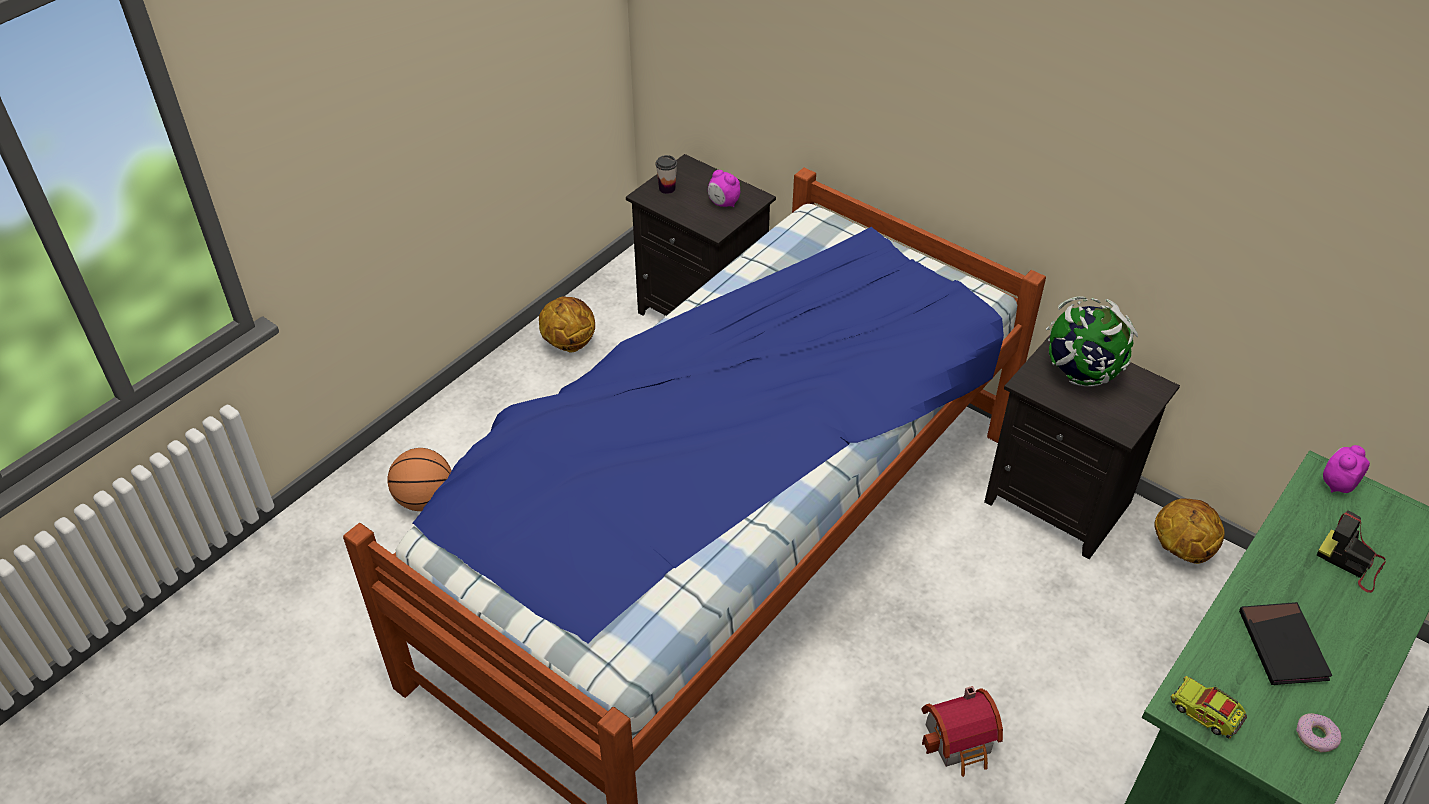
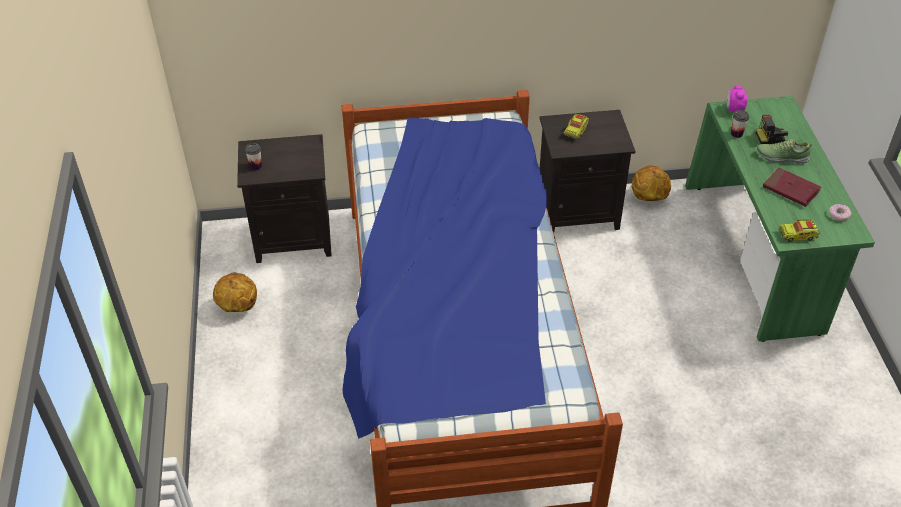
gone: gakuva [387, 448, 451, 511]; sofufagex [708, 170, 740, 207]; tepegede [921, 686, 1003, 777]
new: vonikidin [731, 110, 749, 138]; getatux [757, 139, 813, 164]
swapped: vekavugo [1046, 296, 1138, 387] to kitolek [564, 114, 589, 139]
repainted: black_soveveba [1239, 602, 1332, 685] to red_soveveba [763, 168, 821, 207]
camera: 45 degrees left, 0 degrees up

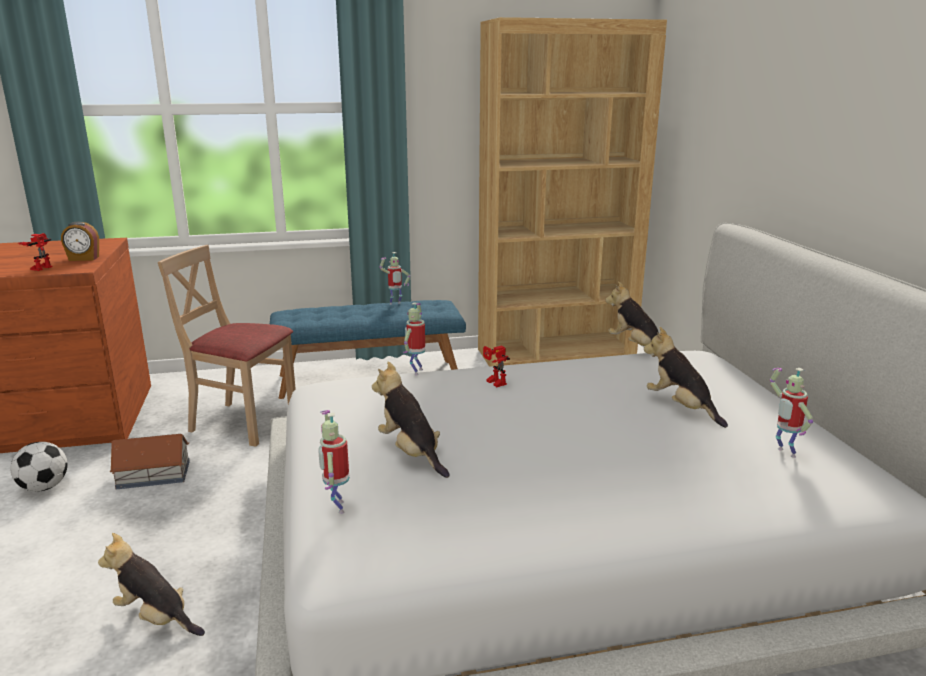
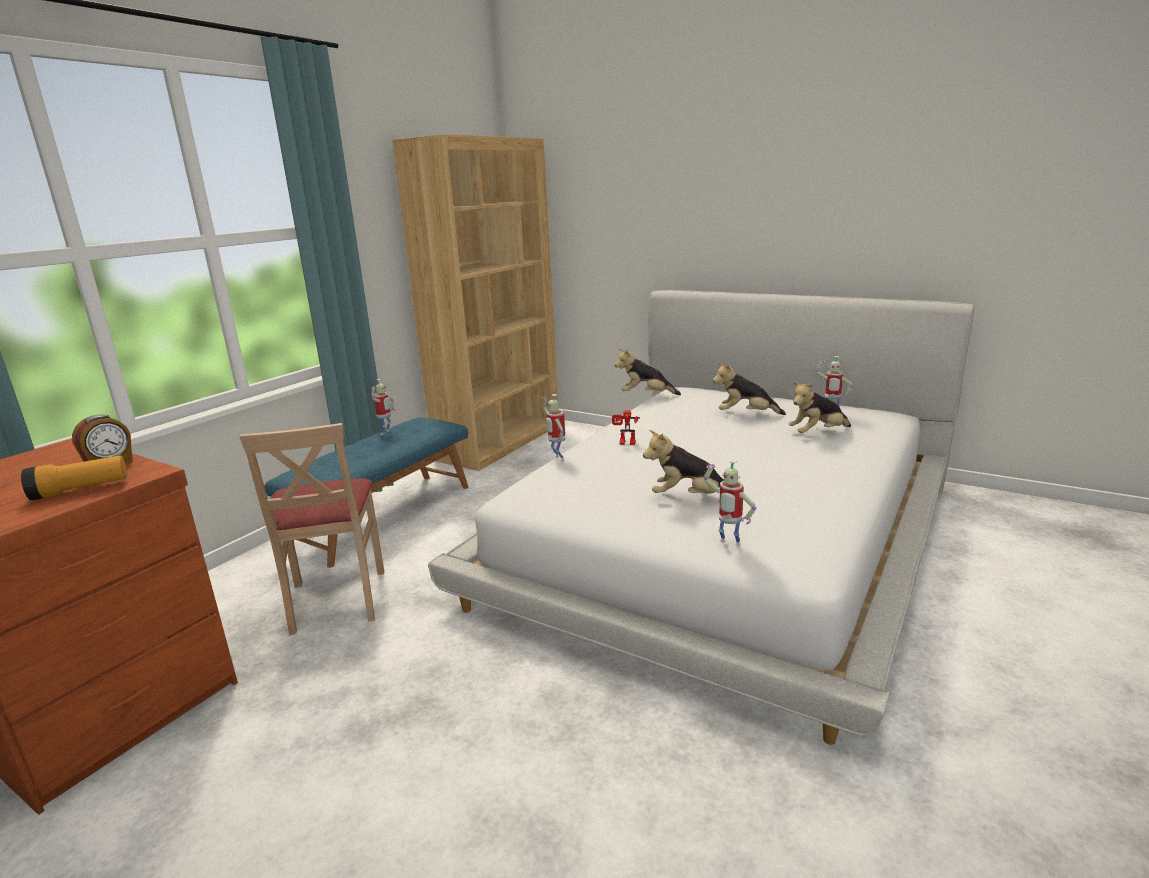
gone: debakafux [10, 442, 67, 492]; tepegede [110, 434, 190, 490]
shifted: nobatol [98, 533, 205, 636] to [788, 381, 851, 433]
swapped: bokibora [18, 233, 53, 271] to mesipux [21, 455, 127, 500]
rotated: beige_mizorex [158, 245, 296, 447] = [239, 423, 384, 635] 75 degrees counterclockwise
camera: 45 degrees left, 0 degrees up

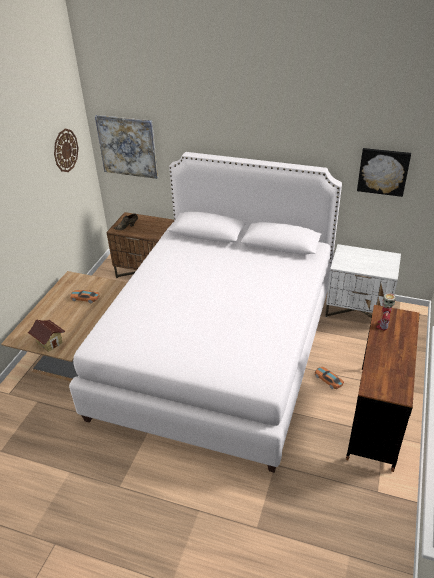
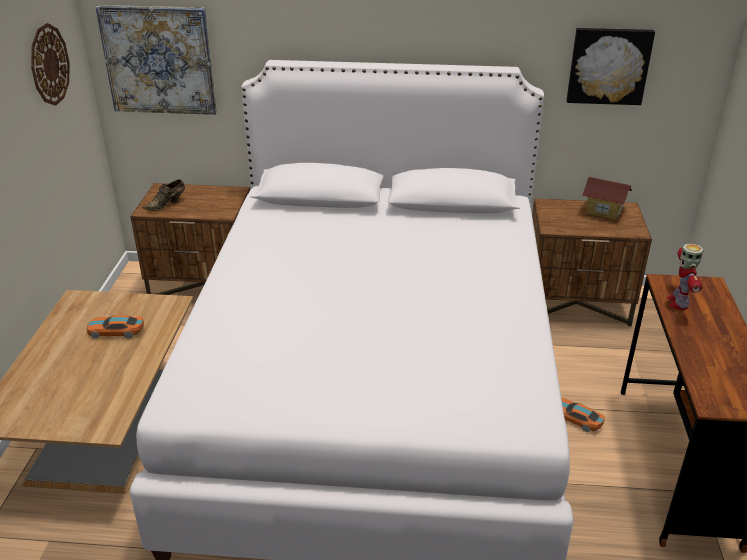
shifted: tepegede [27, 320, 65, 352] to [582, 177, 633, 220]
repainted: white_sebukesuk [325, 244, 401, 318] to brown_sebukesuk [532, 199, 652, 327]
camera: 15 degrees left, 5 degrees down

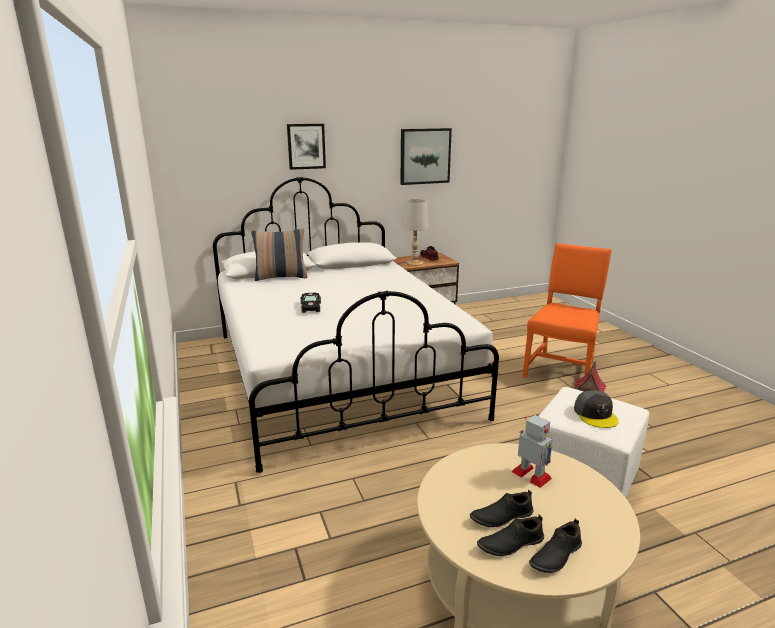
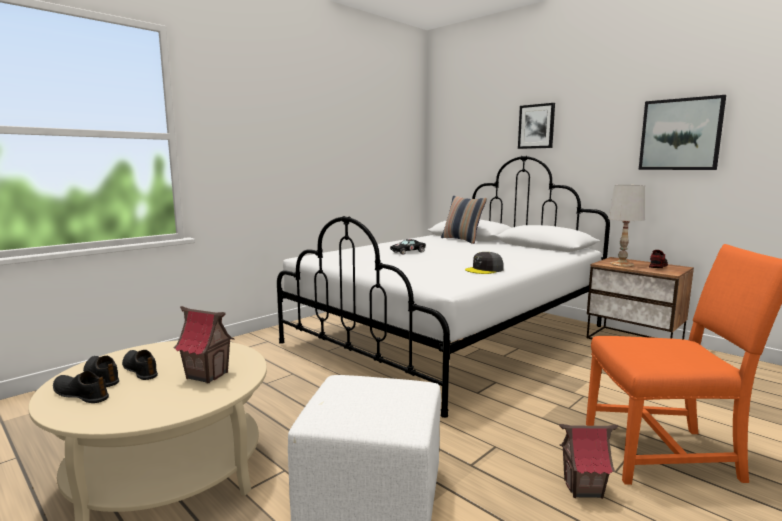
shifted: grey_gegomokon [574, 390, 619, 428] to [465, 252, 504, 274]
swapped: bokibora [512, 415, 553, 488] to tepegede [174, 306, 235, 383]
camera: 65 degrees right, 10 degrees down

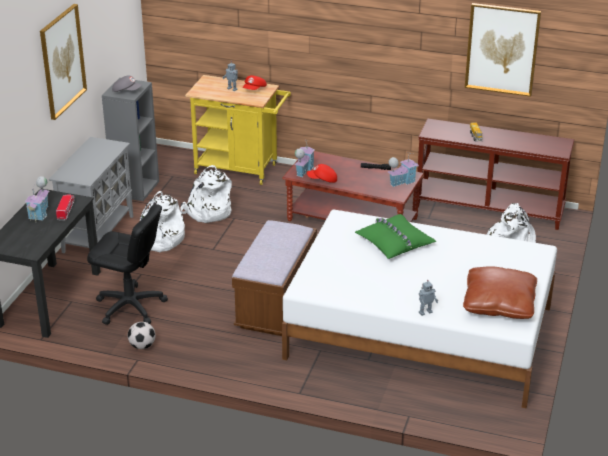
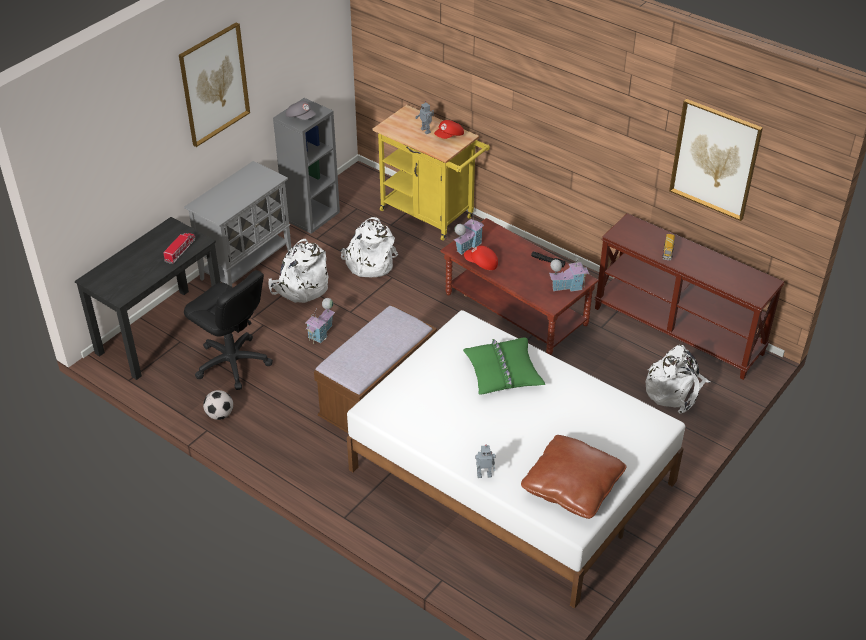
shifted: tepegede [25, 176, 49, 221] to [305, 298, 335, 344]
camera: 20 degrees right, 10 degrees up

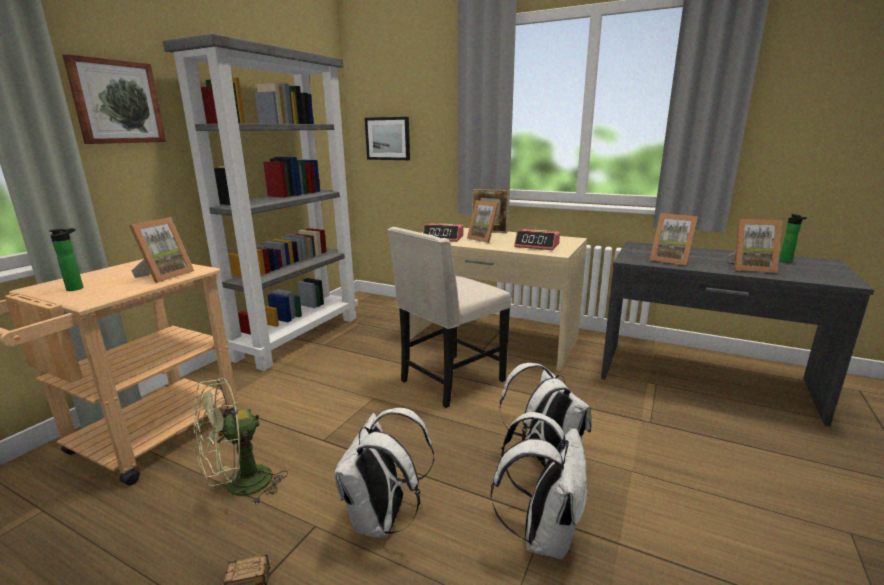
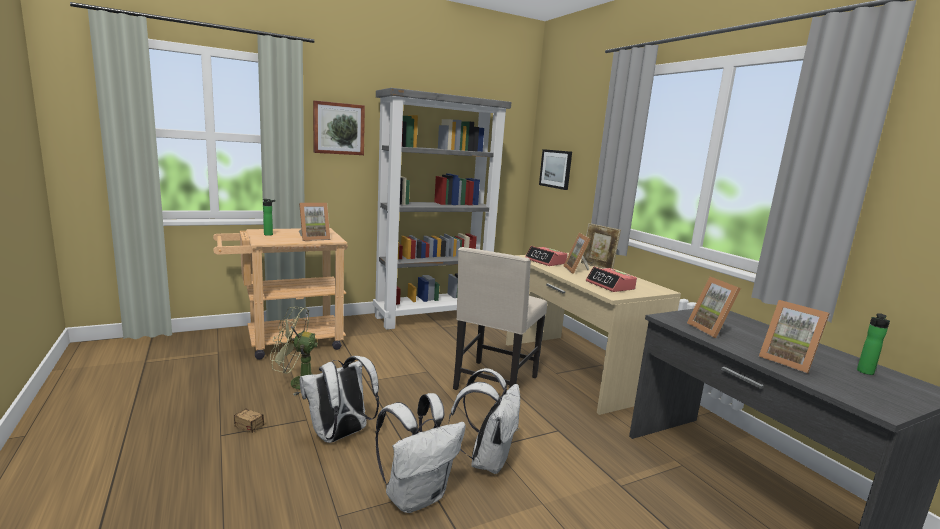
rotated: beige_mizorex [388, 227, 511, 408] = [453, 247, 547, 390] 60 degrees counterclockwise
camera: 35 degrees right, 5 degrees down

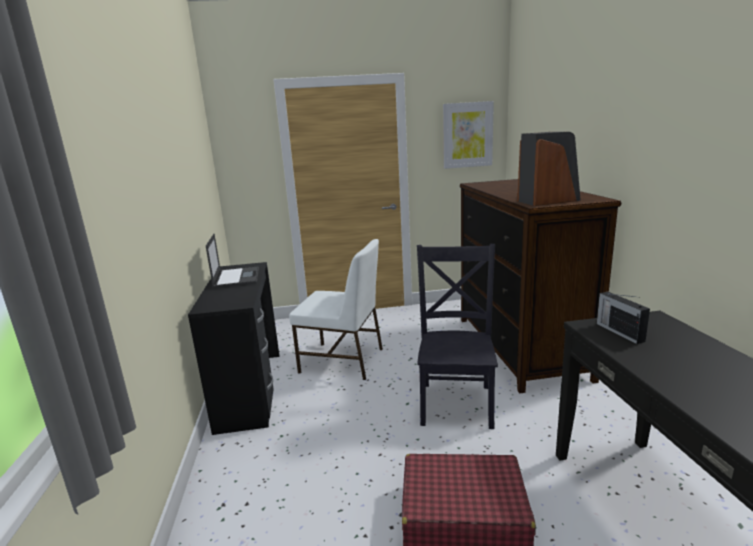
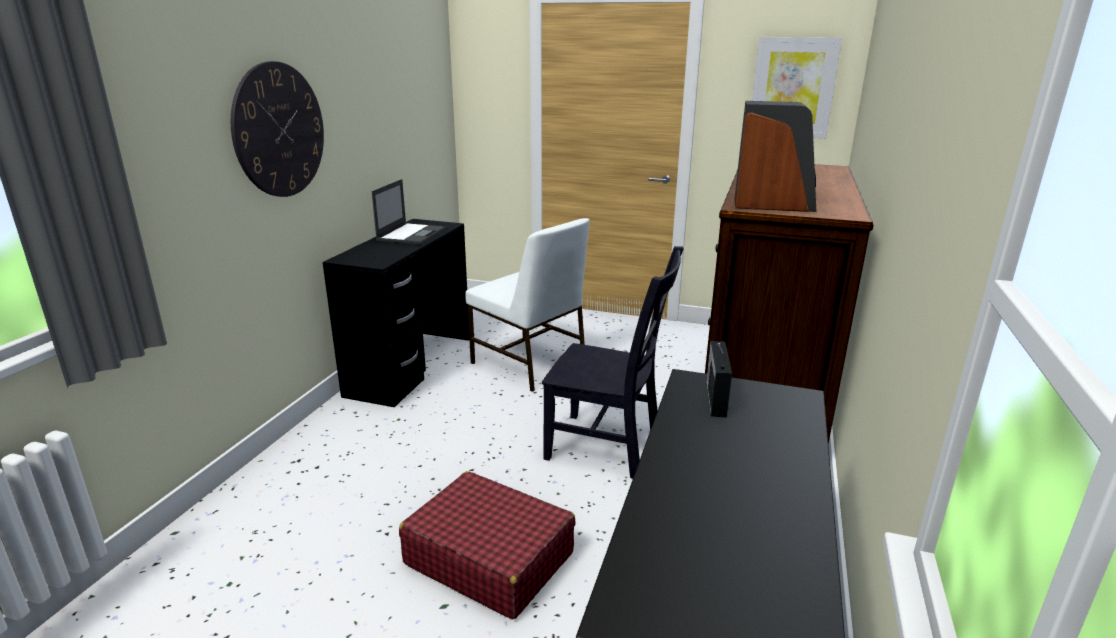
new: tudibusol [231, 61, 324, 197]
rotated: black_mizorex [417, 244, 498, 429] = [542, 246, 684, 479] 75 degrees clockwise
camera: 25 degrees right, 5 degrees up

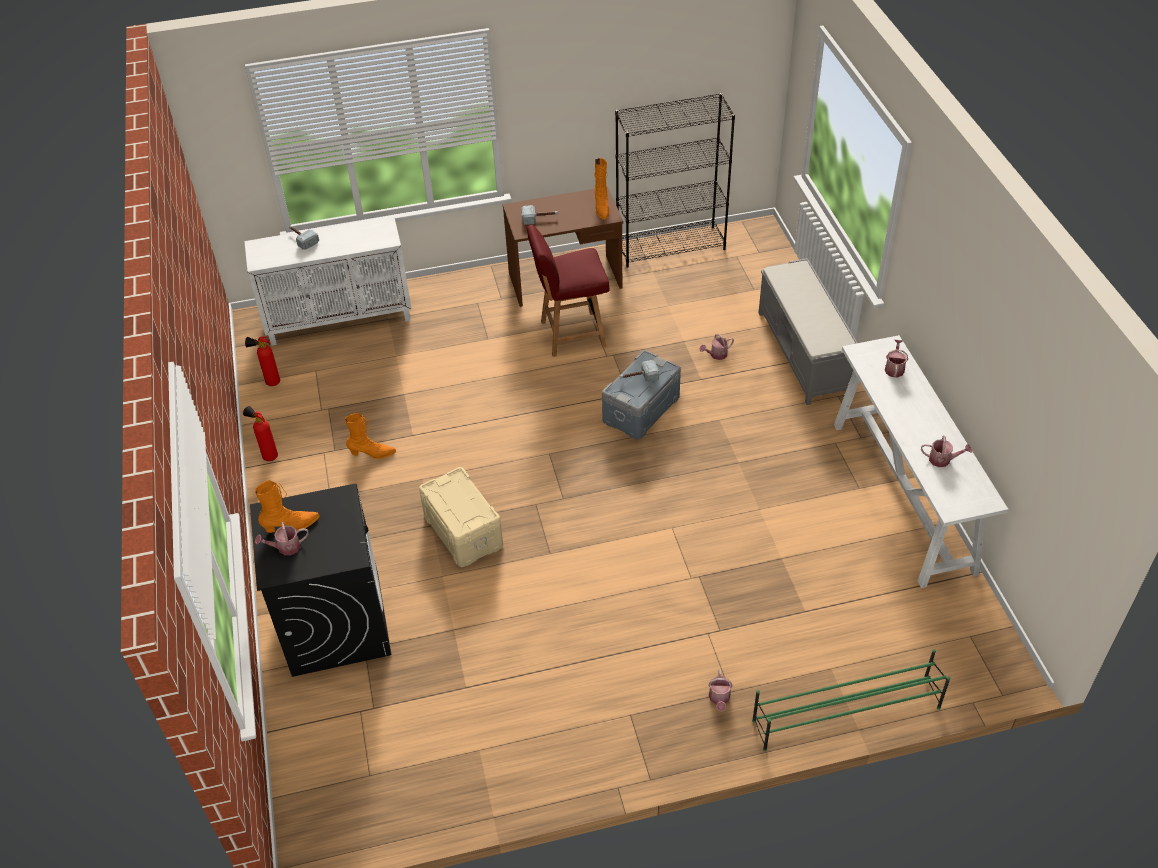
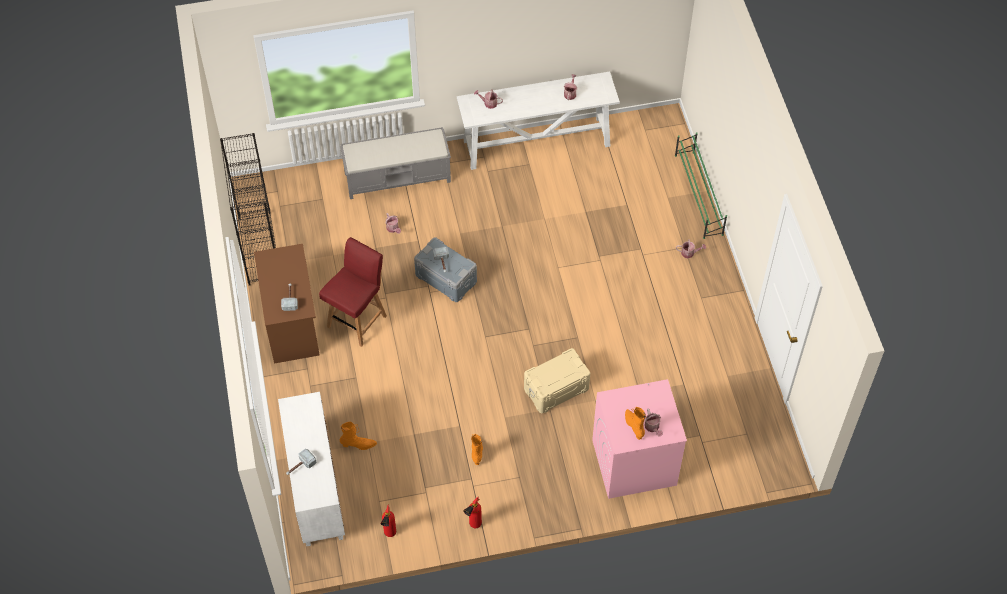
shifted: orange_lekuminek [594, 158, 610, 220] to [340, 422, 377, 450]
repainted: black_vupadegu [250, 484, 391, 677] to pink_vupadegu [592, 379, 687, 499]
rotated: red_mizorex [527, 225, 610, 357] = [319, 237, 387, 347] 135 degrees counterclockwise
camera: 90 degrees left, 10 degrees up

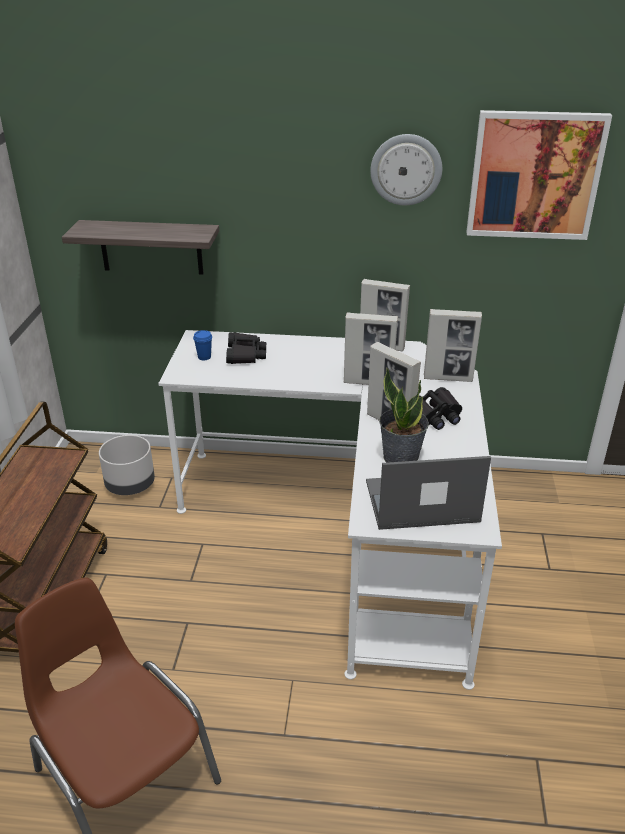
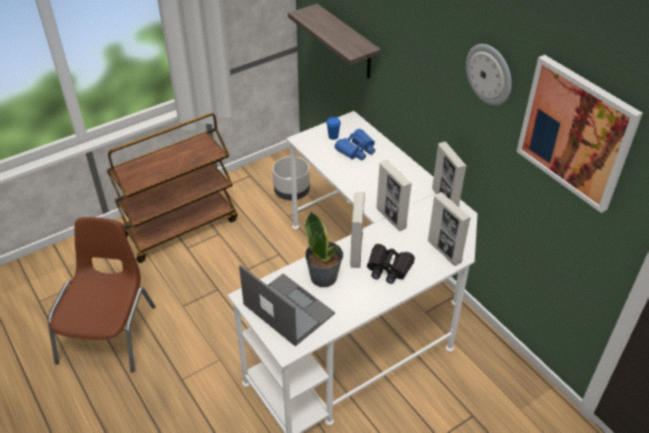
repainted: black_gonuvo [226, 332, 266, 364] to blue_gonuvo [334, 129, 375, 160]
camera: 50 degrees right, 10 degrees up

